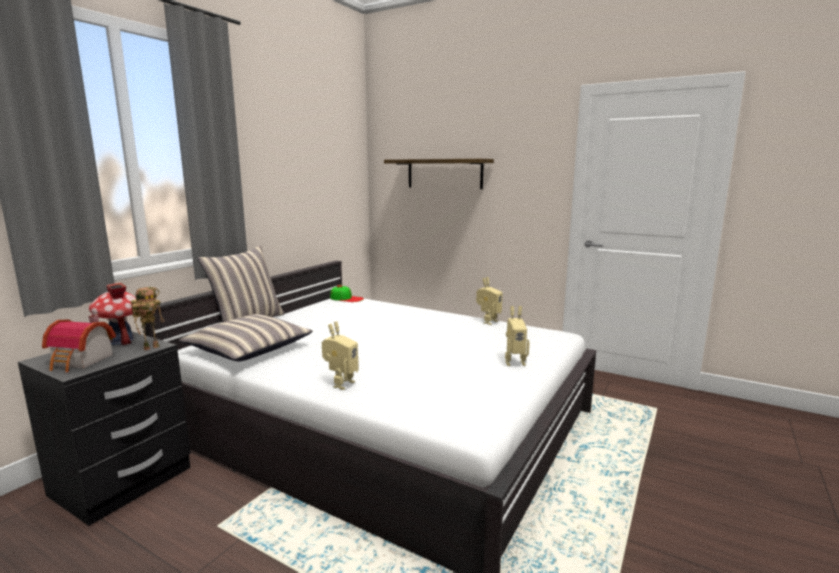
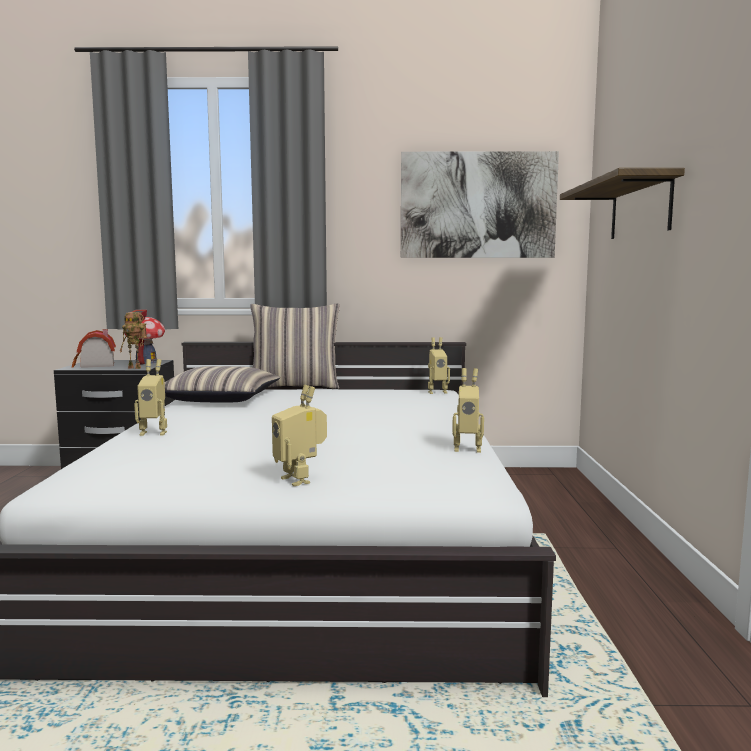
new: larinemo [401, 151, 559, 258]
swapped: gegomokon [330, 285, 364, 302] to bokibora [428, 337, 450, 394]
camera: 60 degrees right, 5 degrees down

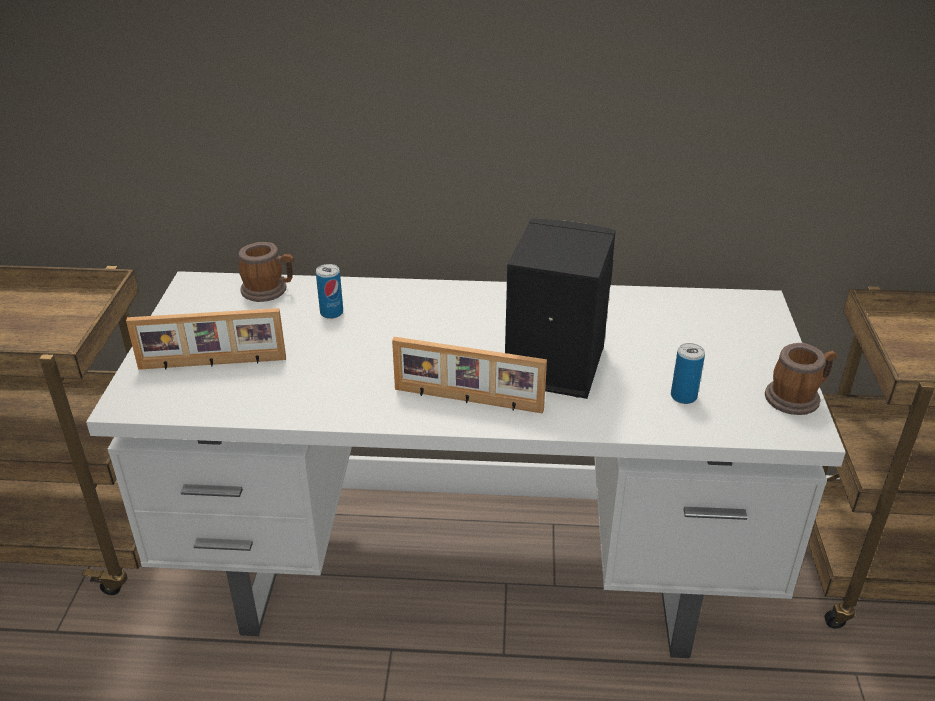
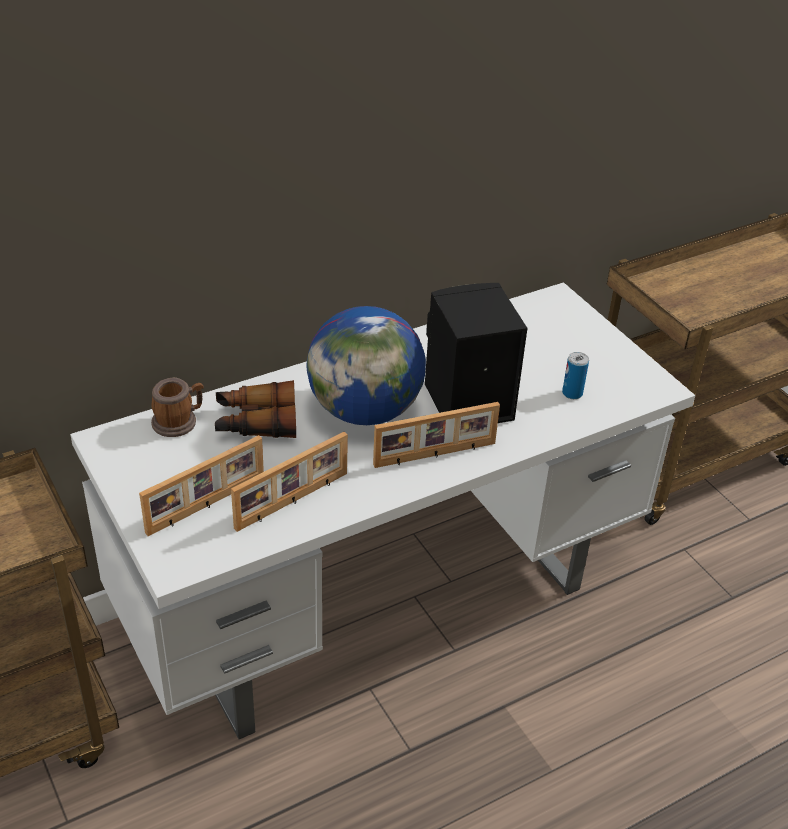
gone: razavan [765, 343, 837, 415]
new: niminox [231, 432, 348, 532]; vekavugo [306, 306, 426, 425]
swapped: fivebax [316, 264, 343, 319] to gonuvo [215, 380, 296, 438]
camera: 35 degrees left, 5 degrees up

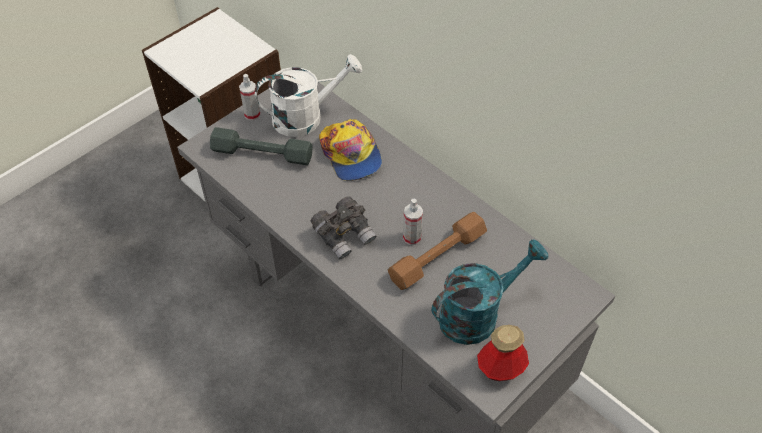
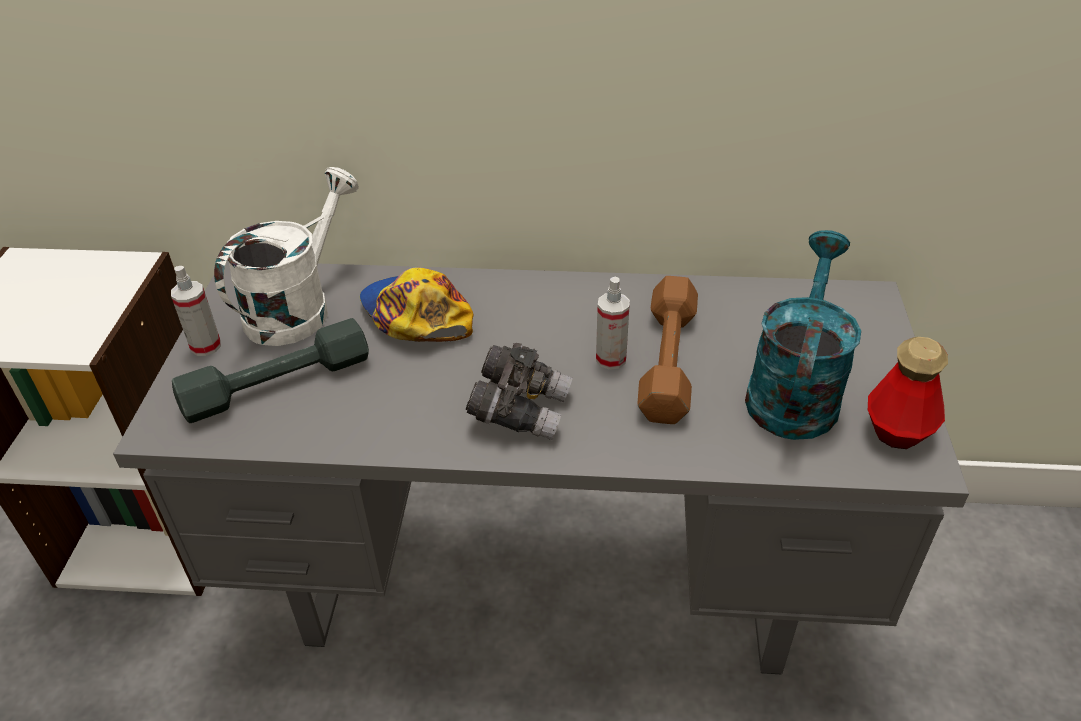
rotated: gegomokon [319, 119, 382, 181] = [360, 268, 473, 342] 150 degrees counterclockwise
camera: 40 degrees left, 10 degrees down

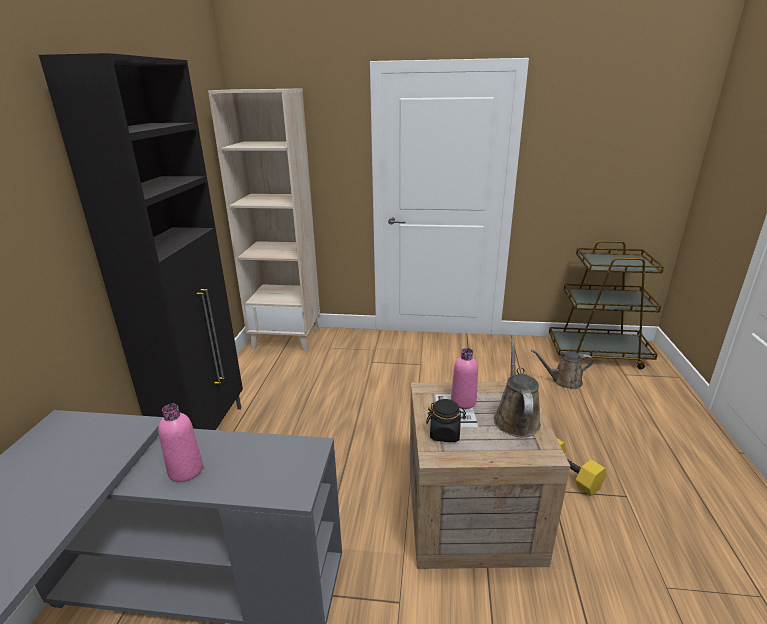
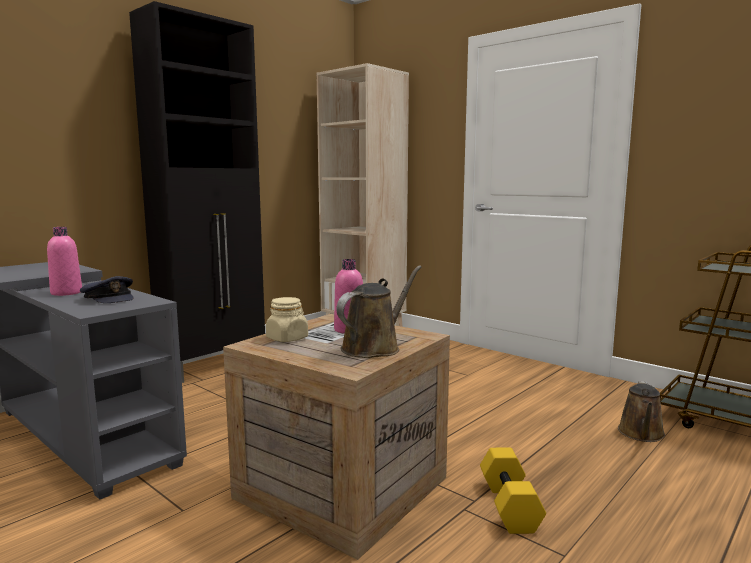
new: grey_gegomokon [80, 276, 134, 303]
repainted: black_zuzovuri [426, 399, 466, 442] to beige_zuzovuri [266, 297, 308, 342]
rotated: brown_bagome [531, 349, 594, 389] = [618, 381, 665, 442] 105 degrees counterclockwise
camera: 35 degrees right, 15 degrees down

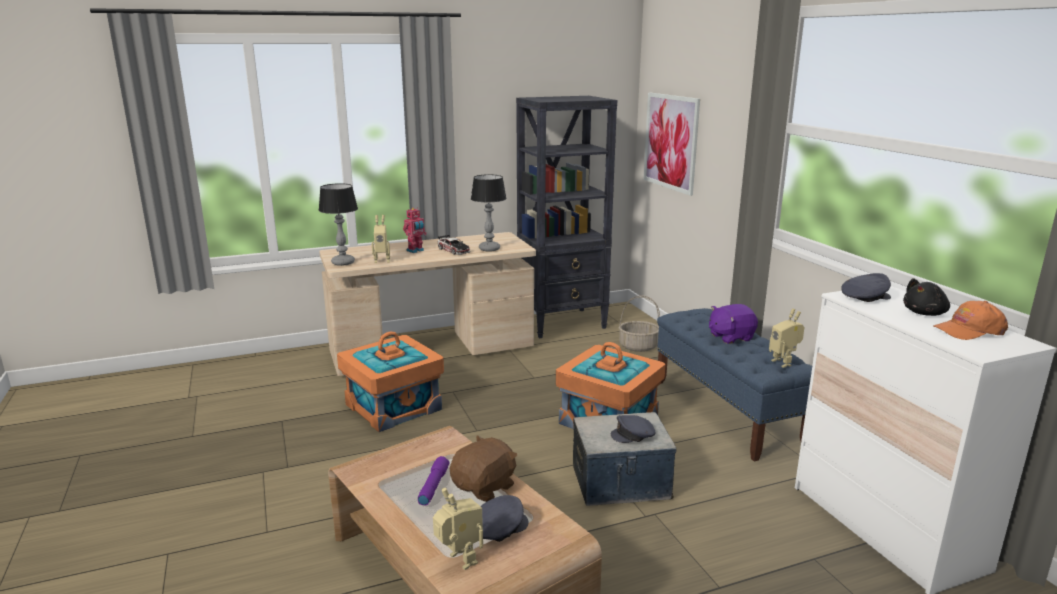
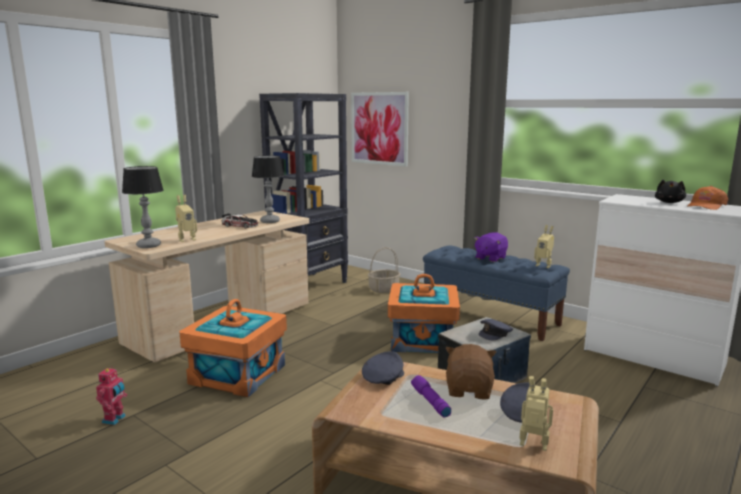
shifted: bokibora [403, 208, 427, 253] to [96, 368, 127, 425]; grey_gegomokon [841, 273, 891, 302] to [362, 351, 404, 385]
camera: 30 degrees left, 5 degrees down

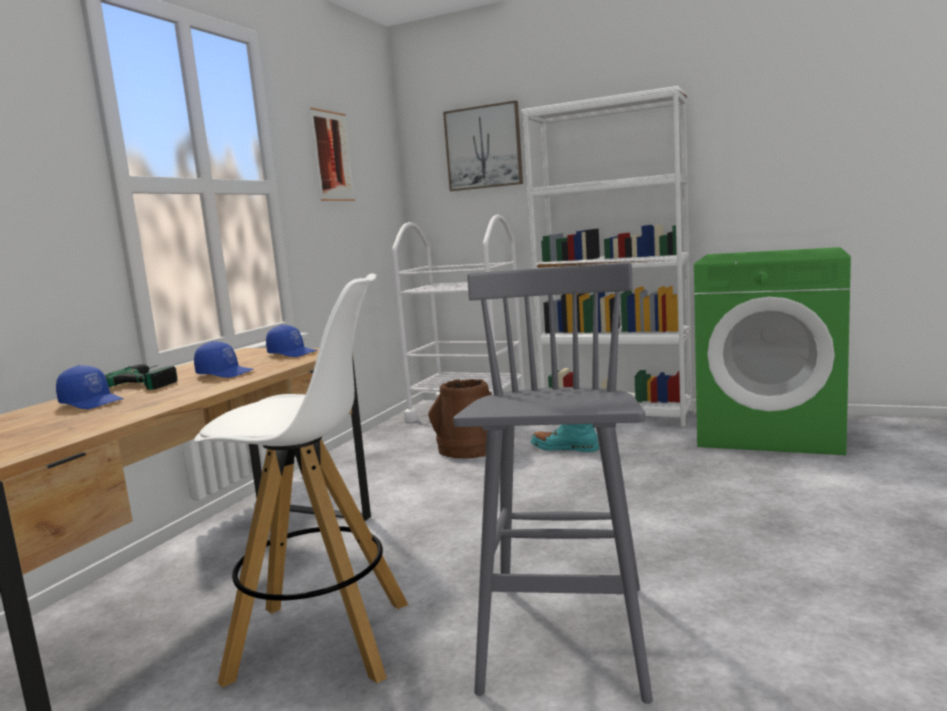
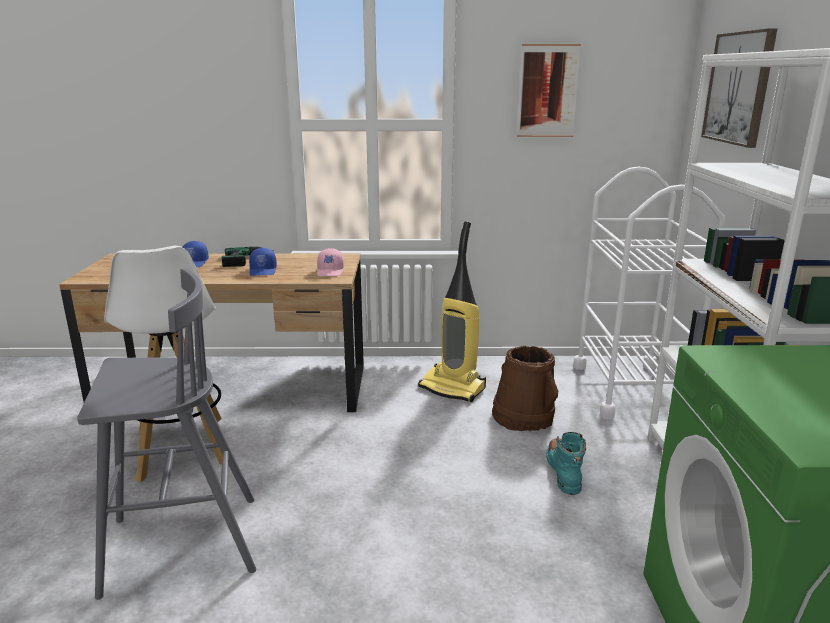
new: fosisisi [418, 221, 486, 402]
repainted: blue_gegomokon [266, 325, 317, 357] to pink_gegomokon [317, 248, 344, 276]
camera: 65 degrees right, 10 degrees up

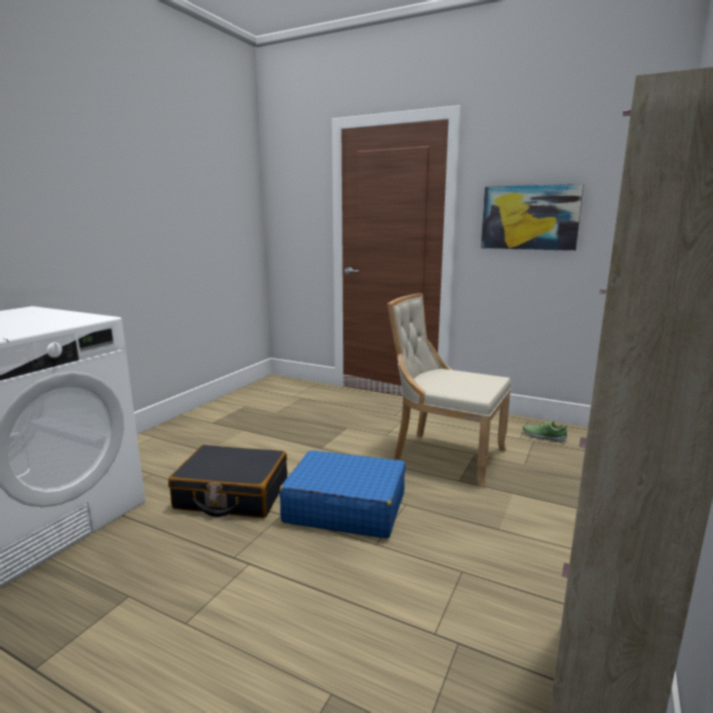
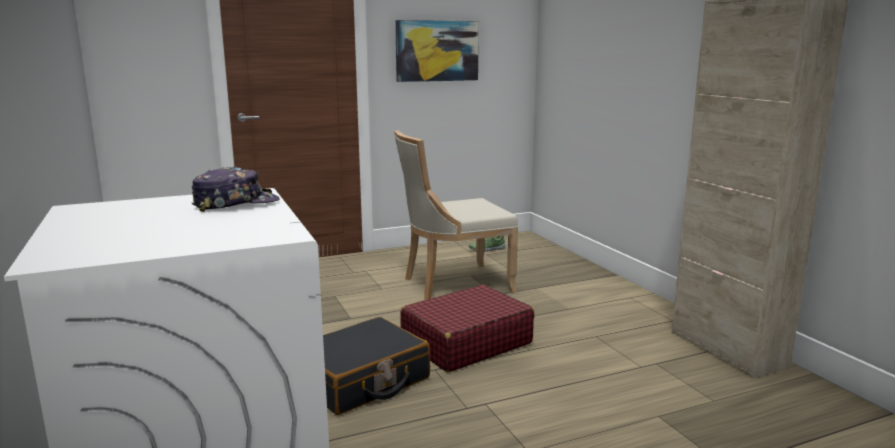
new: gegomokon [192, 167, 280, 212]
repainted: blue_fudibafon [279, 450, 406, 538] to red_fudibafon [400, 285, 534, 372]
camera: 50 degrees left, 0 degrees up

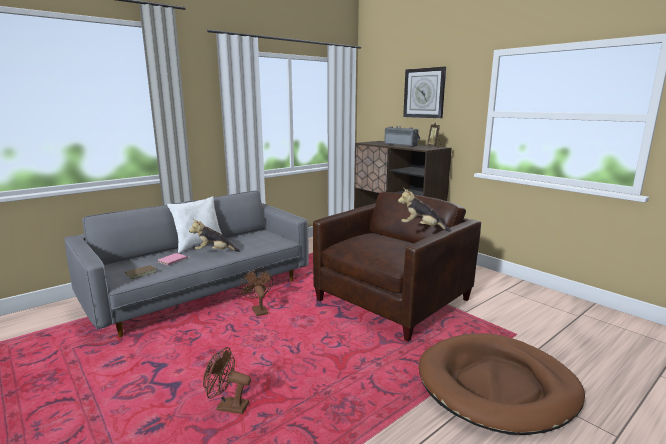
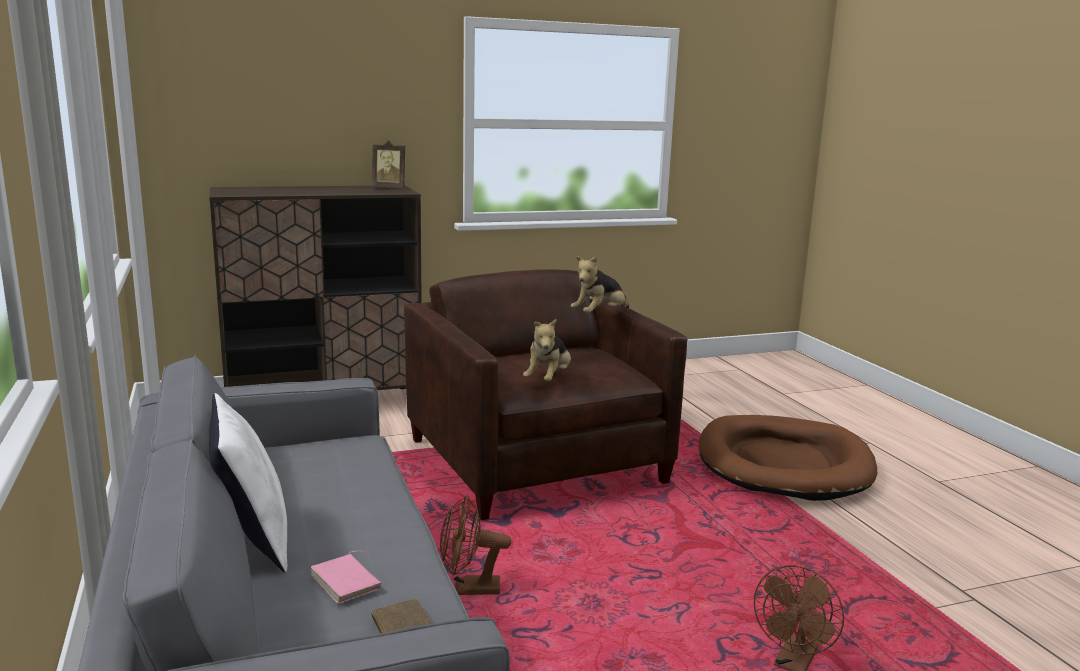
gone: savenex [384, 126, 420, 147]; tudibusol [403, 67, 446, 118]
shifted: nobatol [189, 219, 240, 252] to [523, 318, 571, 382]
camera: 70 degrees left, 0 degrees up

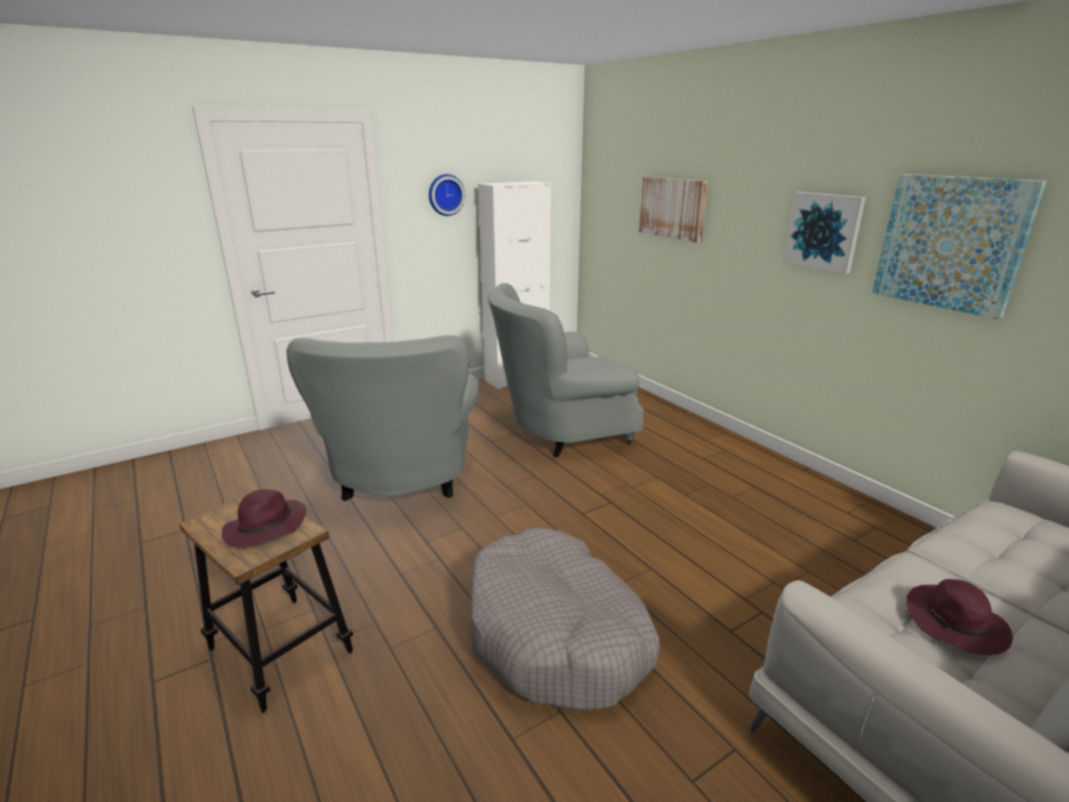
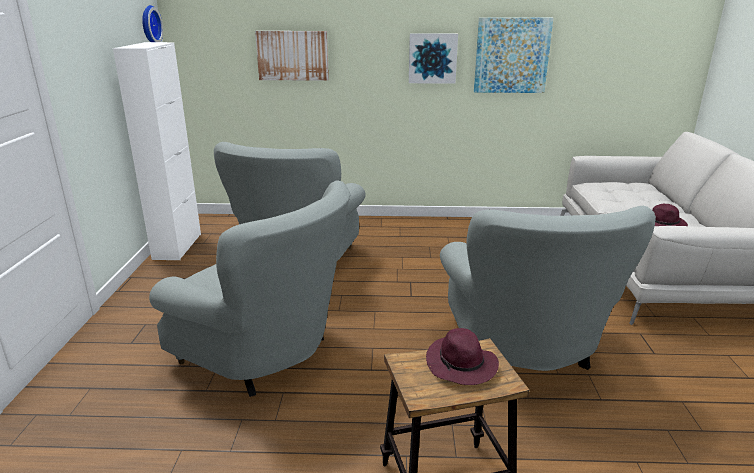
shifted: tudibusol [429, 174, 465, 216] to [142, 5, 163, 42]
swapped: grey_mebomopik [470, 527, 660, 711] to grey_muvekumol [440, 206, 656, 371]
camera: 55 degrees left, 0 degrees up

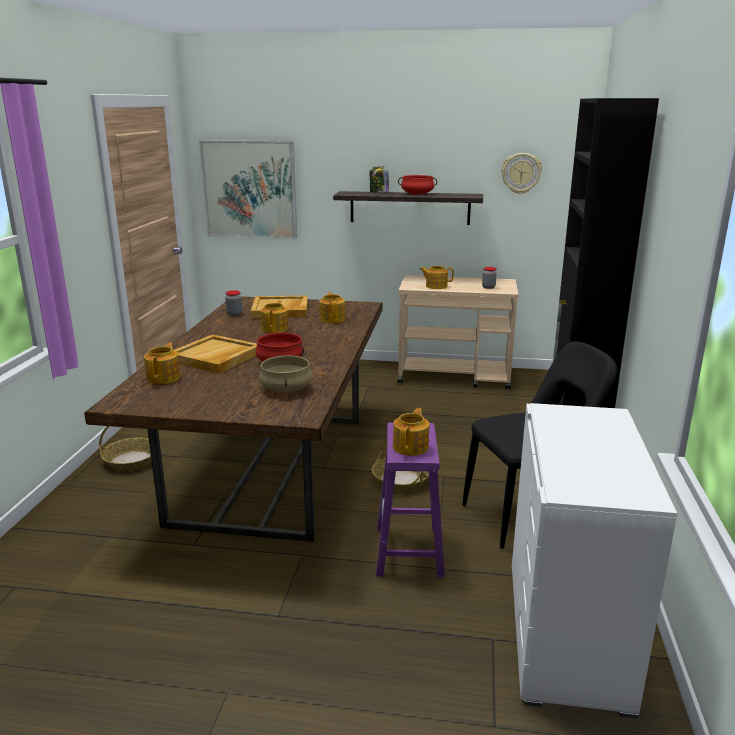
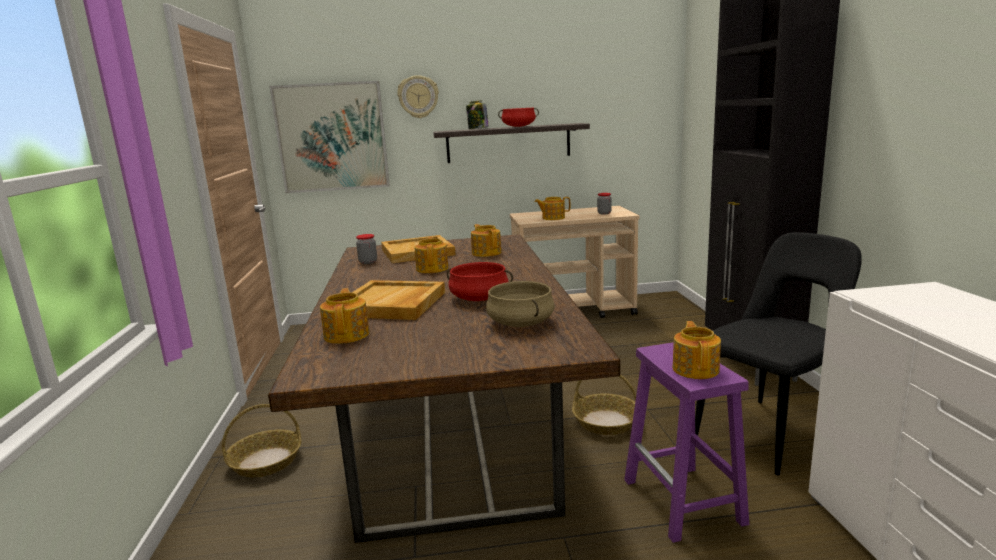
shifted: tudibusol [501, 153, 542, 194] to [397, 75, 439, 118]
camera: 15 degrees left, 5 degrees down

